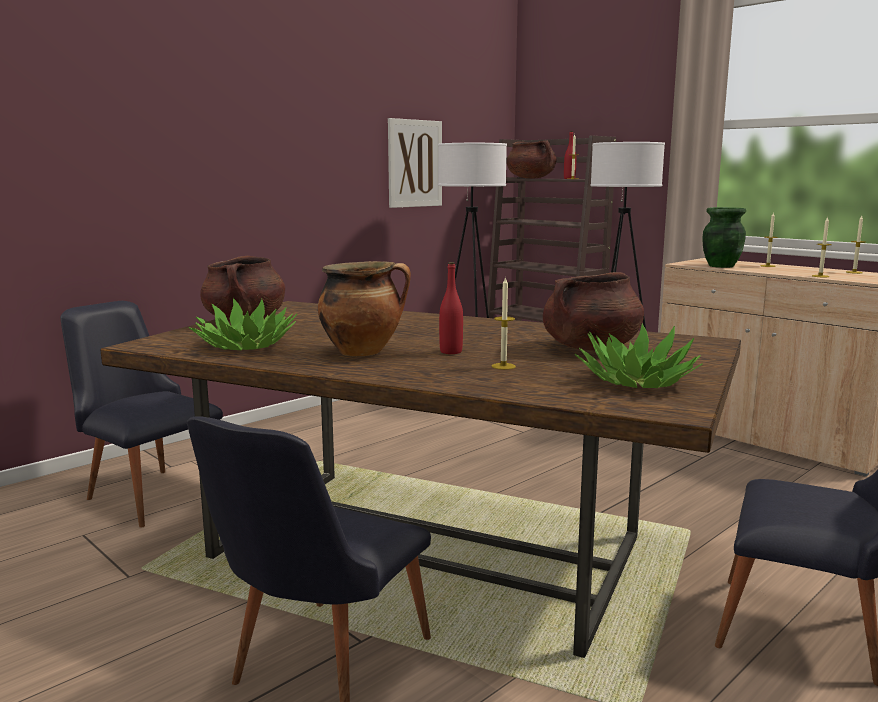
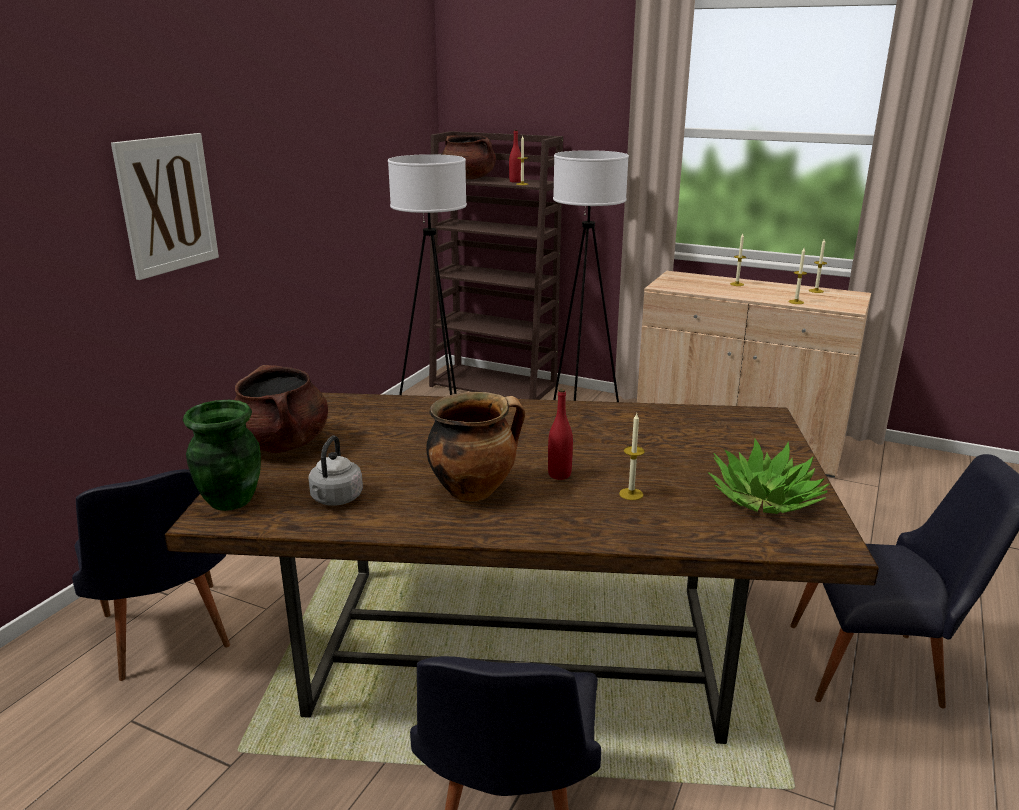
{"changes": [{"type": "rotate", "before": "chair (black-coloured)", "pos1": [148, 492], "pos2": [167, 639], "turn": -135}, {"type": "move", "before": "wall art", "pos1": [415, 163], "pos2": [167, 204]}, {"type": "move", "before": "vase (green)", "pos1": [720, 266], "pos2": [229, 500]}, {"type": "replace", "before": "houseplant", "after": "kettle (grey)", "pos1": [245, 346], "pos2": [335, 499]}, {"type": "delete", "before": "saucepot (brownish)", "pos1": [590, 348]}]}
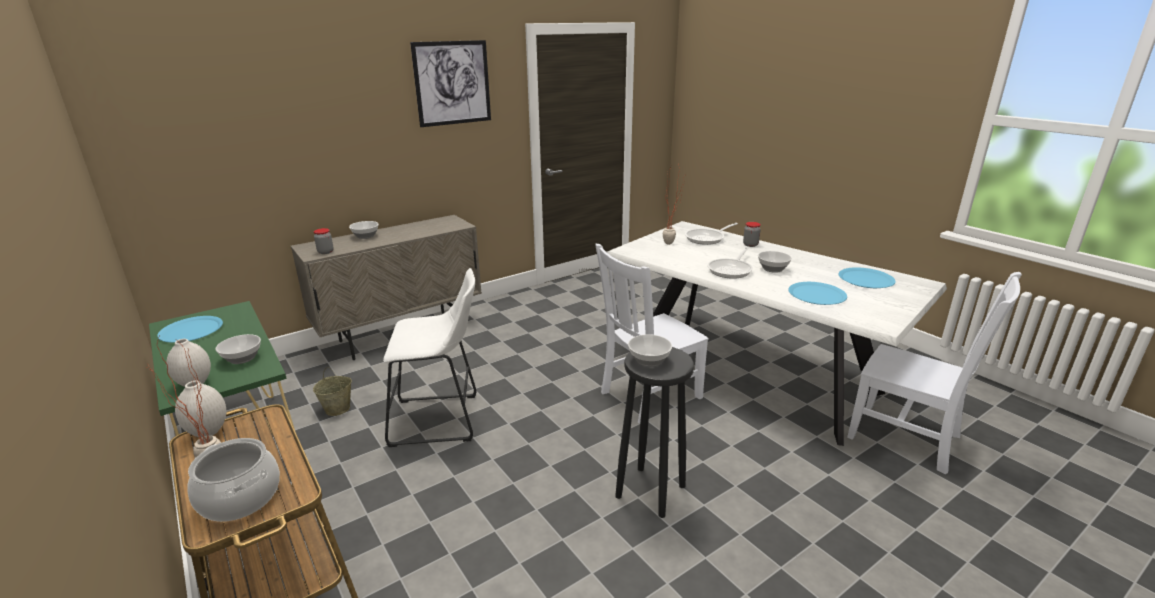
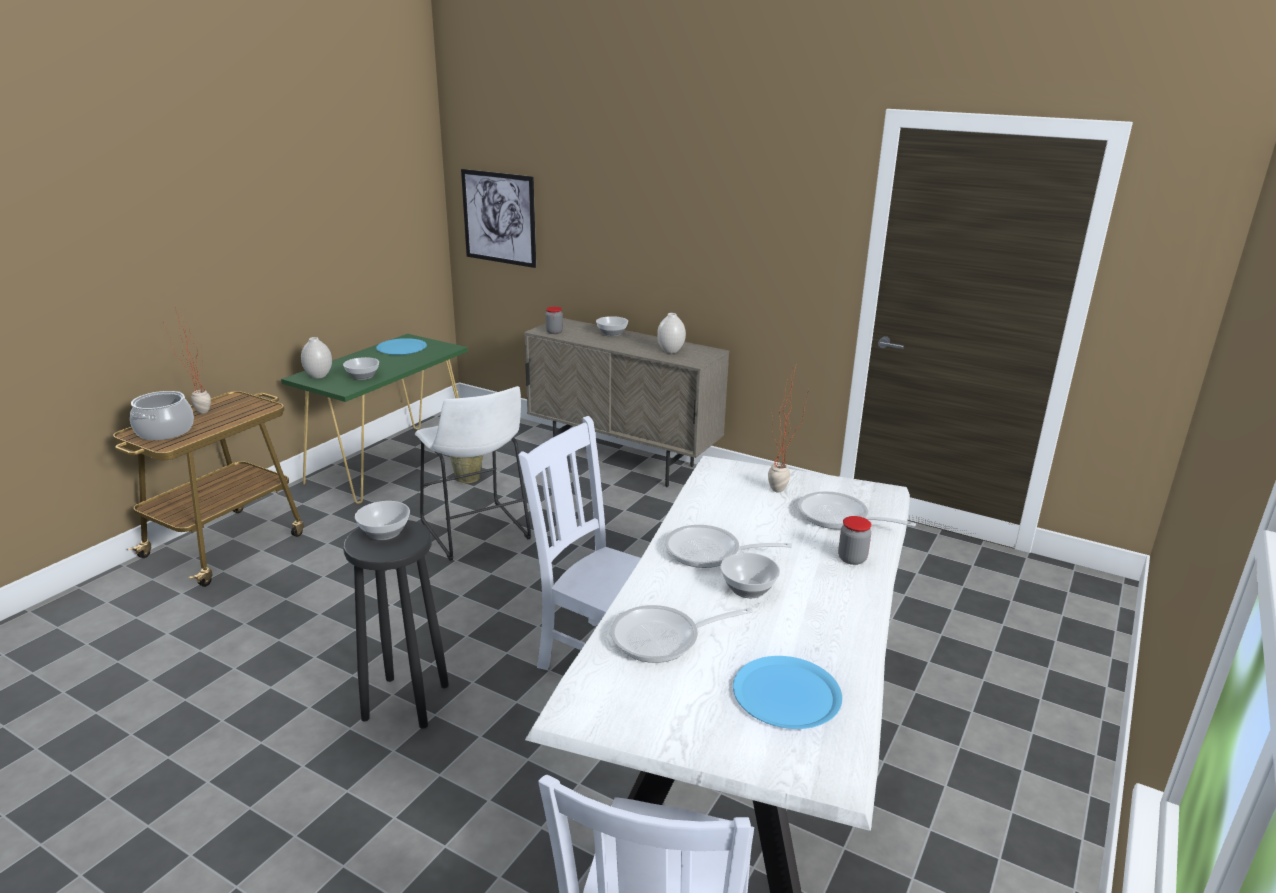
{"changes": [{"type": "move", "before": "wall art", "pos1": [452, 83], "pos2": [499, 218]}, {"type": "replace", "before": "plate (bluish)", "after": "frying pan", "pos1": [817, 294], "pos2": [663, 639]}, {"type": "move", "before": "vase (whitish)", "pos1": [208, 432], "pos2": [670, 351]}]}
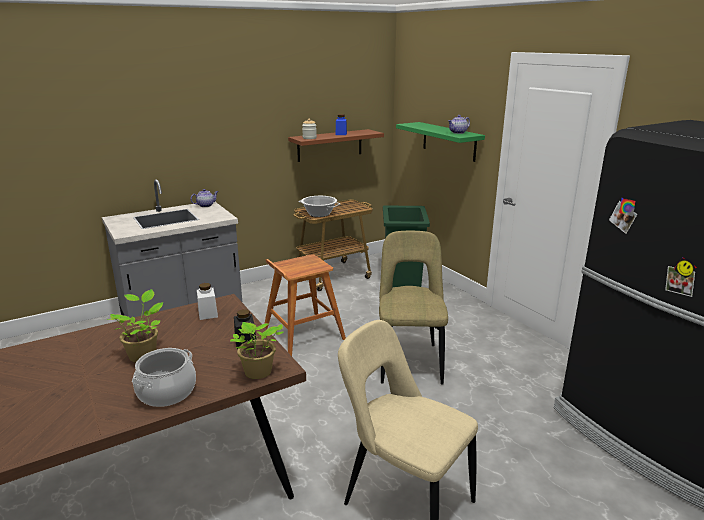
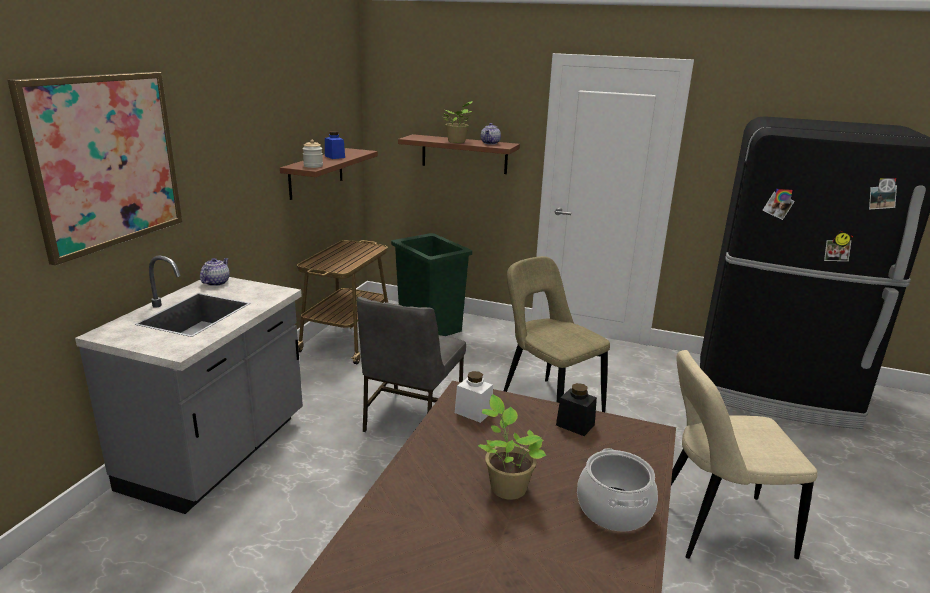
{"changes": [{"type": "insert", "after": "wall art", "pos2": [105, 161]}, {"type": "replace", "before": "sitting stool (brownish)", "after": "chair (grey)", "pos1": [302, 334], "pos2": [411, 418]}, {"type": "recolor", "before": "bracket shelf (green)", "after": "bracket shelf (brownish)", "pos1": [449, 141], "pos2": [464, 154]}, {"type": "move", "before": "houseplant", "pos1": [257, 373], "pos2": [457, 142]}, {"type": "delete", "before": "saucepot", "pos1": [319, 214]}]}
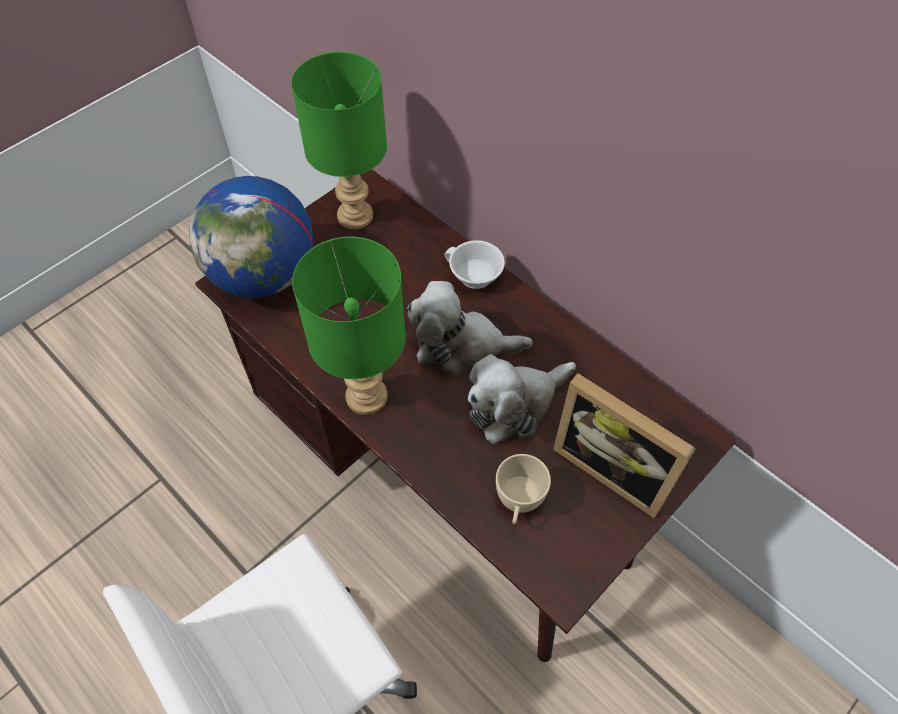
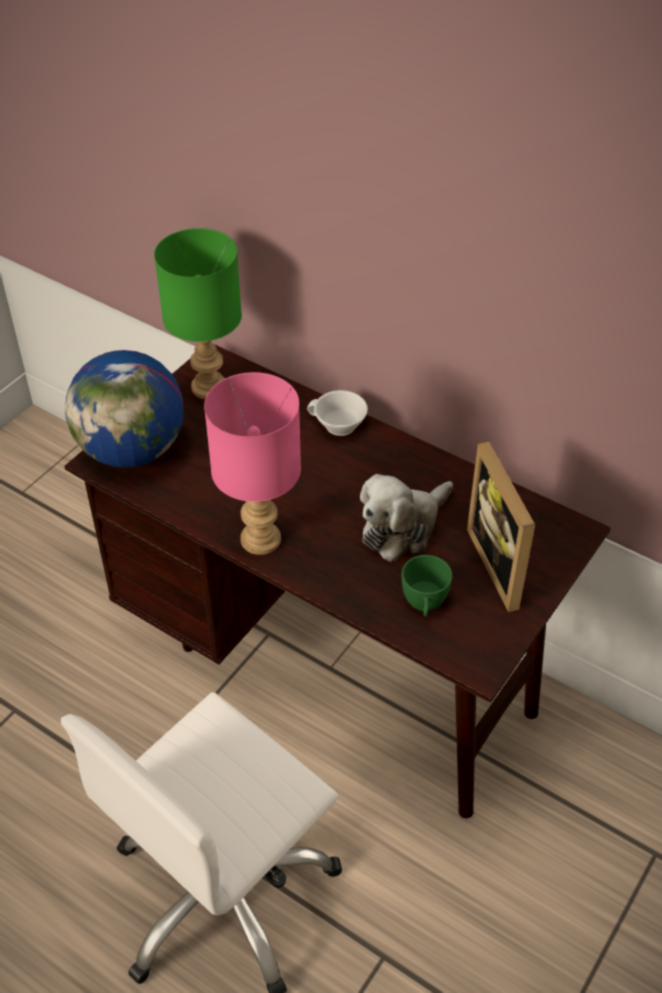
{"changes": [{"type": "recolor", "before": "table lamp (green)", "after": "table lamp (pink)", "pos1": [366, 398], "pos2": [261, 541]}, {"type": "recolor", "before": "drinking cup (beige-coloured)", "after": "drinking cup (green)", "pos1": [518, 503], "pos2": [424, 605]}, {"type": "rotate", "before": "standing frame", "pos1": [613, 468], "pos2": [504, 565], "turn": 45}, {"type": "delete", "before": "cuddly toy", "pos1": [461, 345]}]}
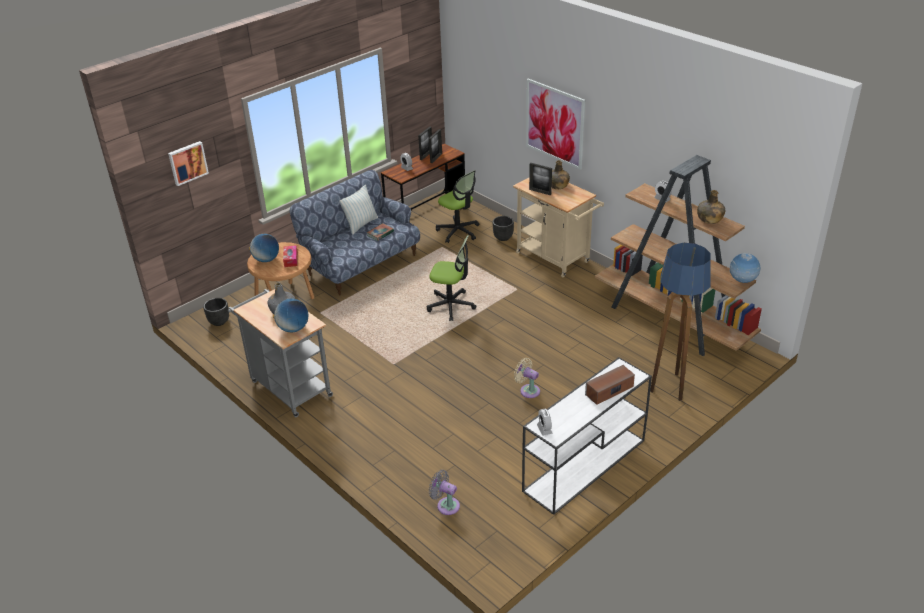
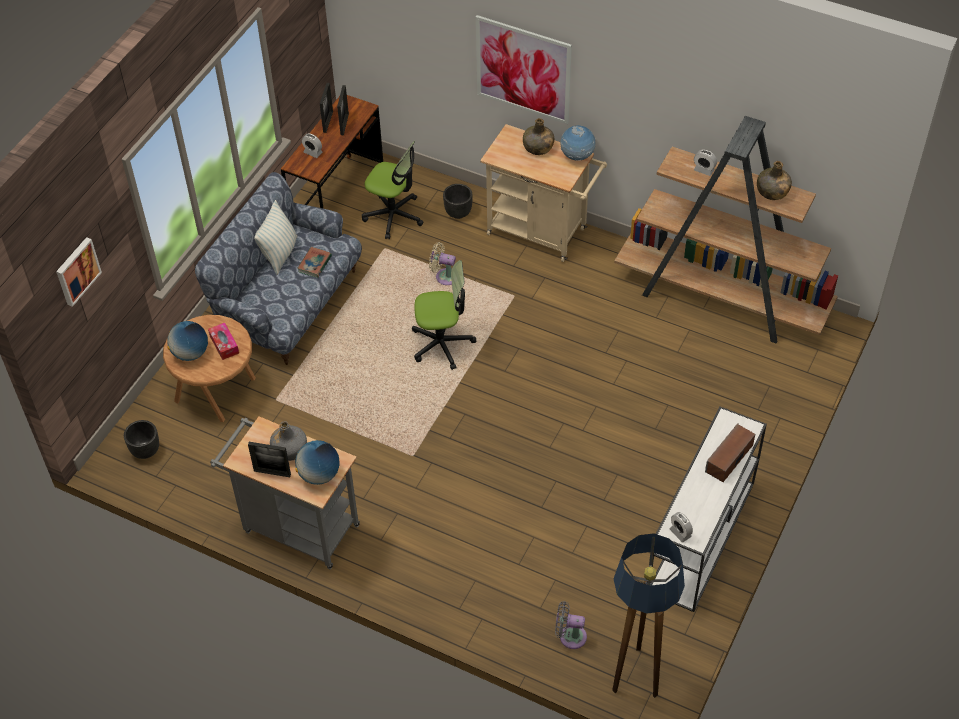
{"changes": [{"type": "move", "before": "standing frame", "pos1": [540, 192], "pos2": [272, 472]}, {"type": "move", "before": "cooling fan (beige-coloured)", "pos1": [528, 390], "pos2": [444, 276]}, {"type": "move", "before": "globe", "pos1": [742, 281], "pos2": [577, 157]}, {"type": "move", "before": "standing lamp", "pos1": [670, 386], "pos2": [636, 673]}]}
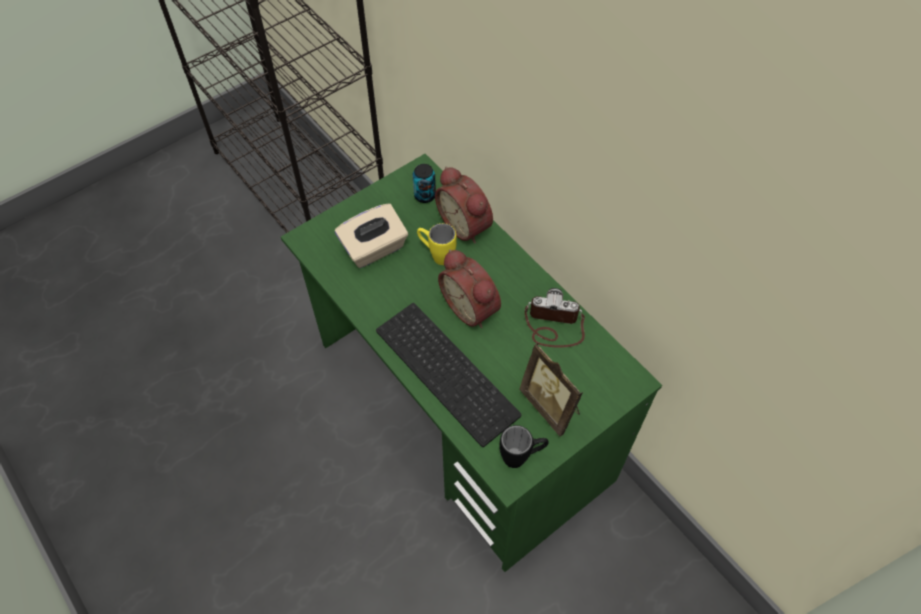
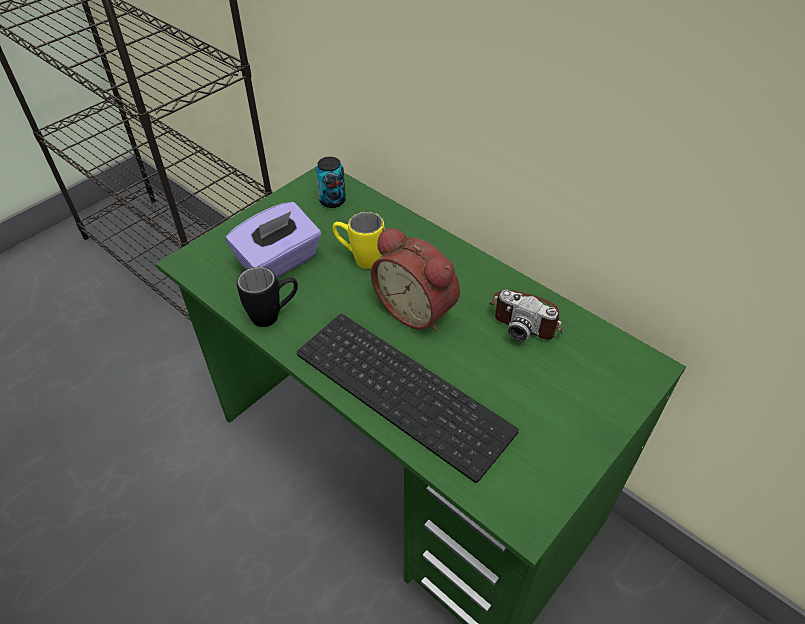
{"changes": [{"type": "recolor", "before": "box of tissues (beige-coloured)", "after": "box of tissues (purplish)", "pos1": [374, 249], "pos2": [279, 262]}, {"type": "move", "before": "tea mug (black-coloured)", "pos1": [522, 457], "pos2": [274, 315]}, {"type": "rotate", "before": "photo camera", "pos1": [553, 326], "pos2": [526, 317], "turn": -150}, {"type": "delete", "before": "bedside clock", "pos1": [466, 224]}, {"type": "delete", "before": "standing frame", "pos1": [551, 405]}]}
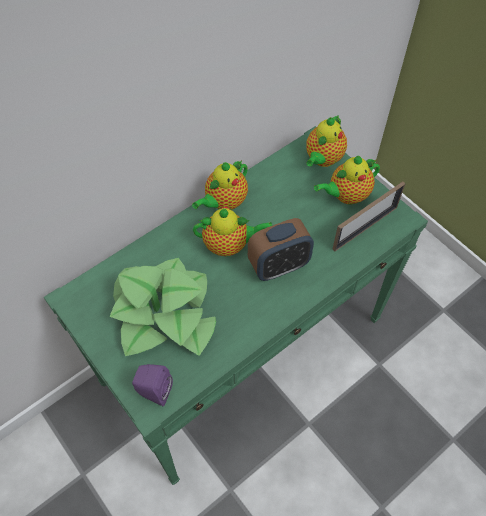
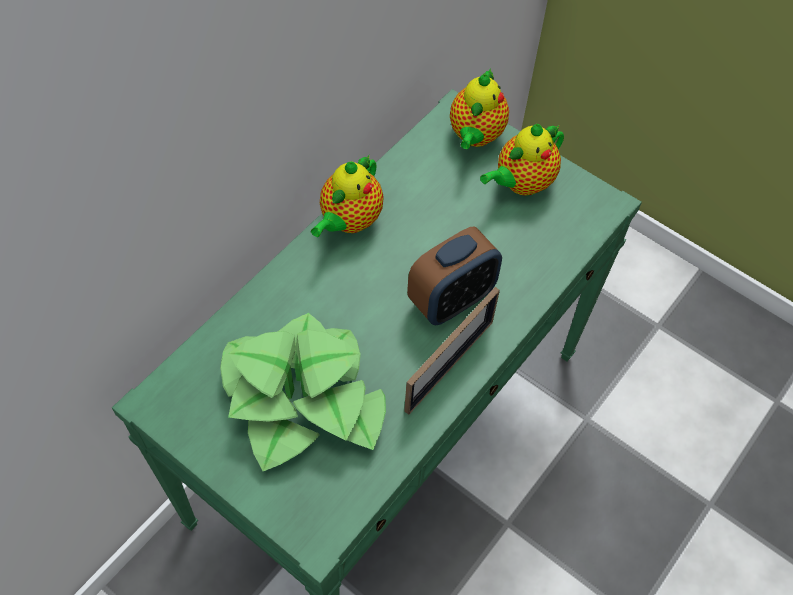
{"changes": [{"type": "move", "before": "standing frame", "pos1": [365, 228], "pos2": [449, 365]}, {"type": "delete", "before": "audio speaker (purplish)", "pos1": [153, 391]}, {"type": "delete", "before": "pot for tea", "pos1": [229, 245]}]}
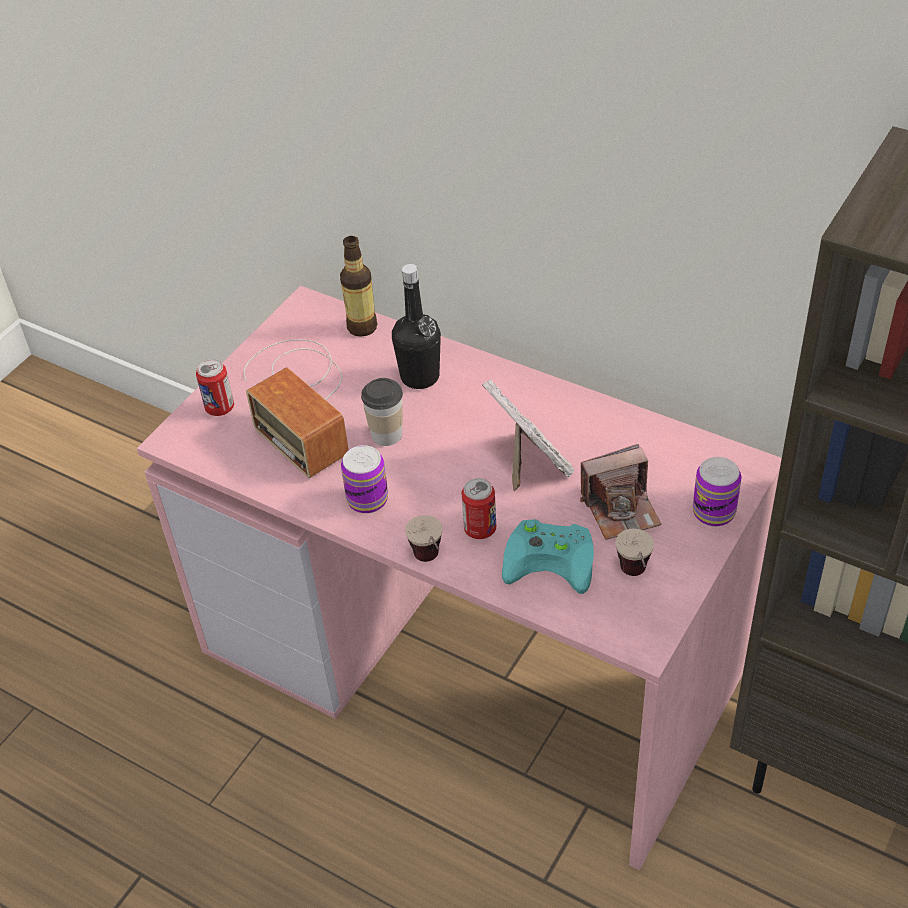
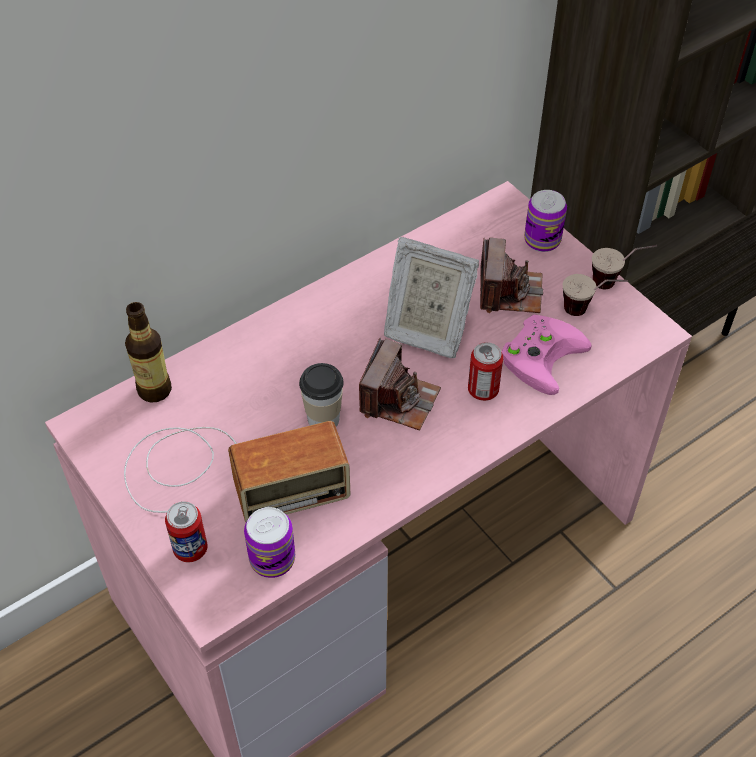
{"changes": [{"type": "move", "before": "can", "pos1": [367, 499], "pos2": [272, 559]}, {"type": "insert", "after": "photo camera", "pos2": [398, 400]}, {"type": "rotate", "before": "standing frame", "pos1": [530, 465], "pos2": [426, 330], "turn": -150}, {"type": "recolor", "before": "joypad (turquoise-coloured)", "after": "joypad (pink)", "pos1": [553, 558], "pos2": [541, 354]}, {"type": "move", "before": "drinking cup", "pos1": [431, 563], "pos2": [617, 282]}, {"type": "delete", "before": "beverage bottle (black-coloured)", "pos1": [420, 377]}]}
